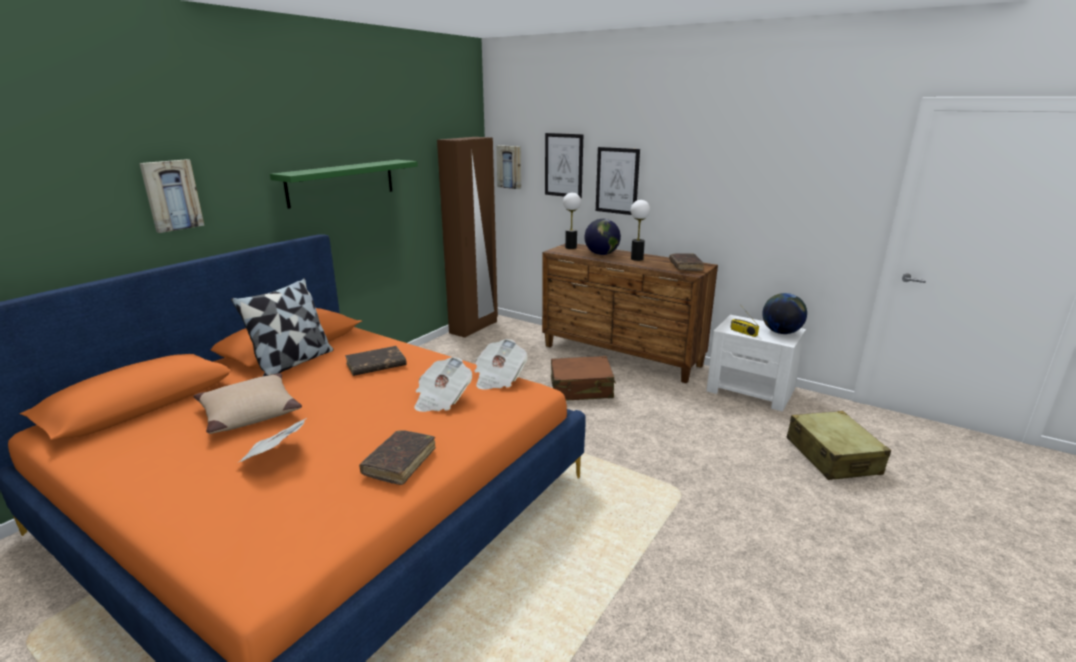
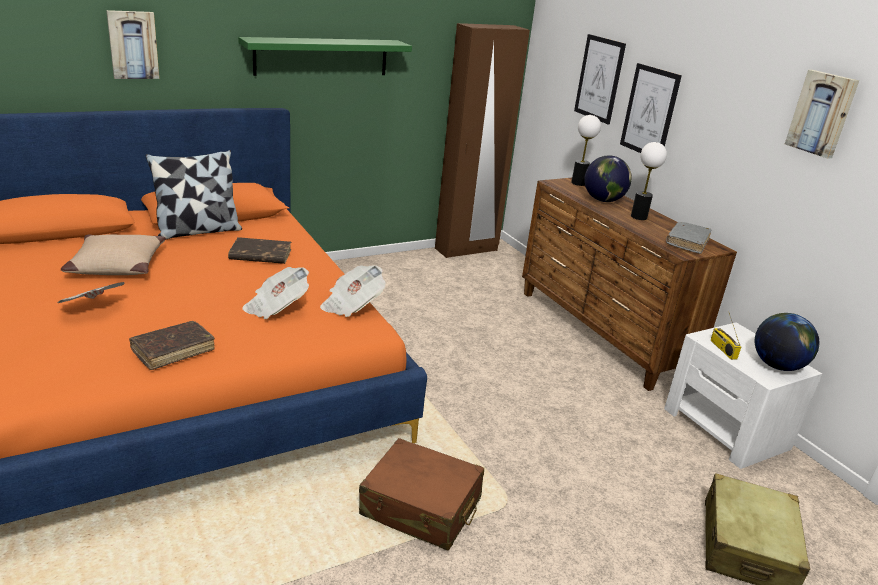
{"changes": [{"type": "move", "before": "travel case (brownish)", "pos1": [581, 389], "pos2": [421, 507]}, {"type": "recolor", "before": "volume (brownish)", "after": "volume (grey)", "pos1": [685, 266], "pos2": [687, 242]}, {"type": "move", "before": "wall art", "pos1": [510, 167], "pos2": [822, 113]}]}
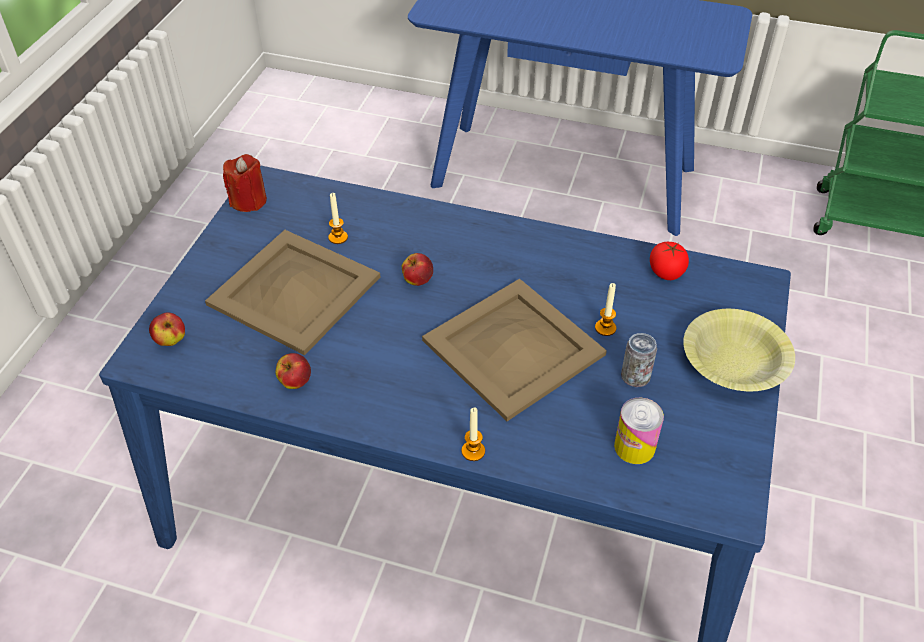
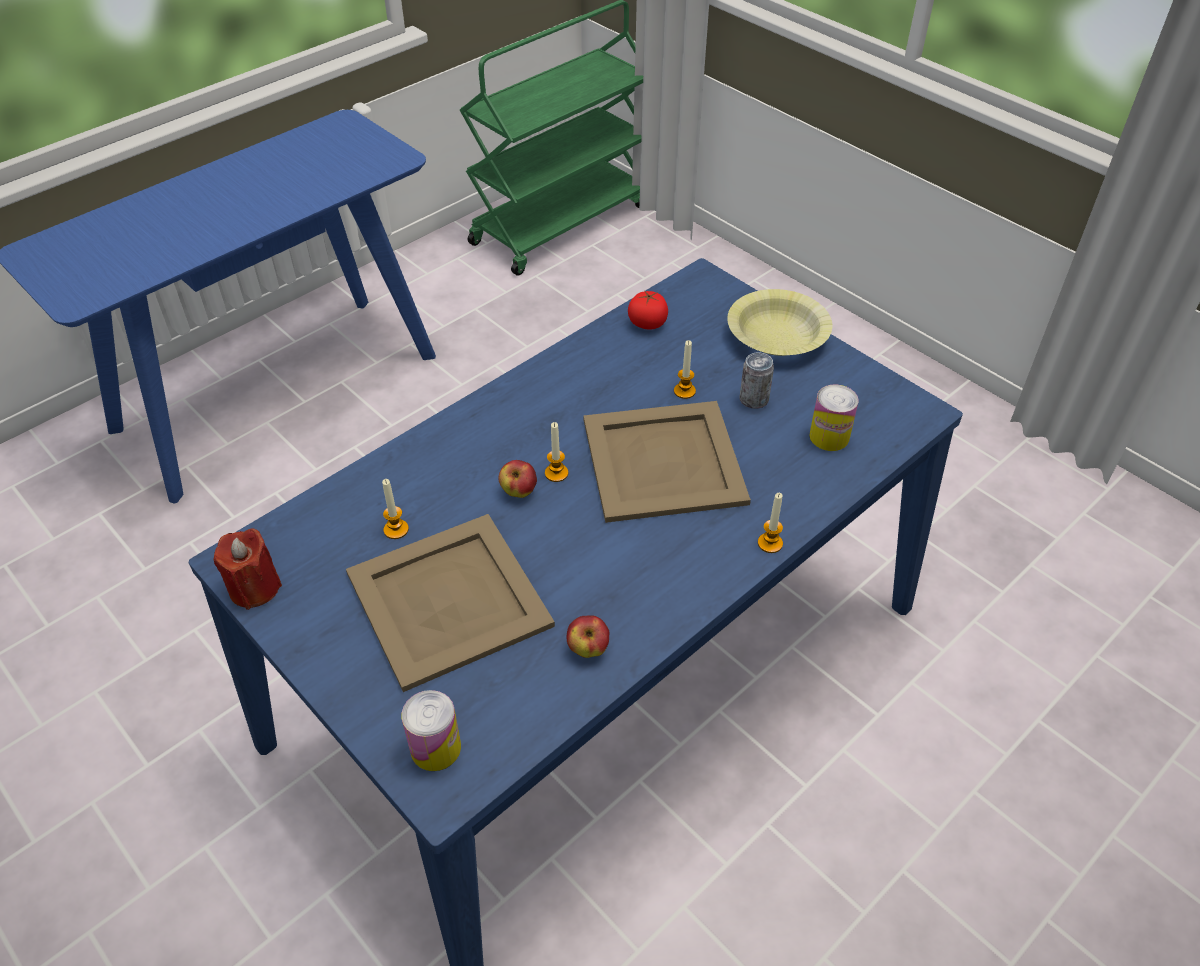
{"changes": [{"type": "replace", "before": "whole apple", "after": "can", "pos1": [171, 341], "pos2": [435, 748]}, {"type": "insert", "after": "wax light", "pos2": [556, 473]}]}
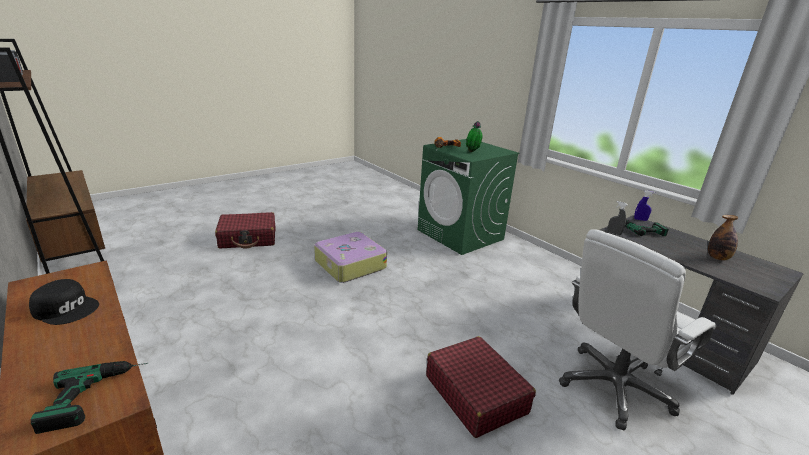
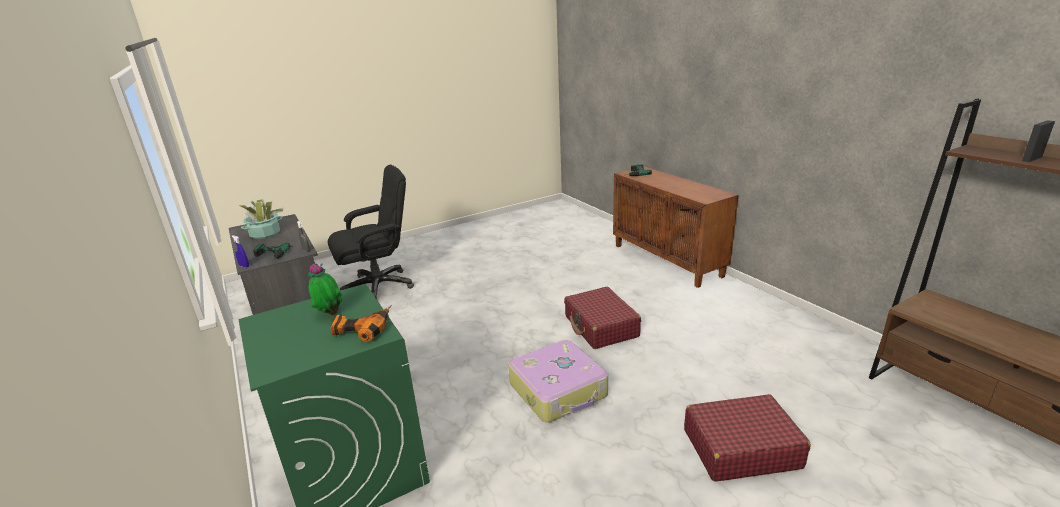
{"changes": [{"type": "replace", "before": "beverage bottle", "after": "houseplant", "pos1": [717, 258], "pos2": [265, 234]}, {"type": "recolor", "before": "desk chair (whitish)", "after": "desk chair (black-coloured)", "pos1": [614, 387], "pos2": [379, 286]}, {"type": "move", "before": "travel case (reddish)", "pos1": [475, 394], "pos2": [601, 327]}, {"type": "delete", "before": "cap (black-coloured)", "pos1": [66, 308]}]}
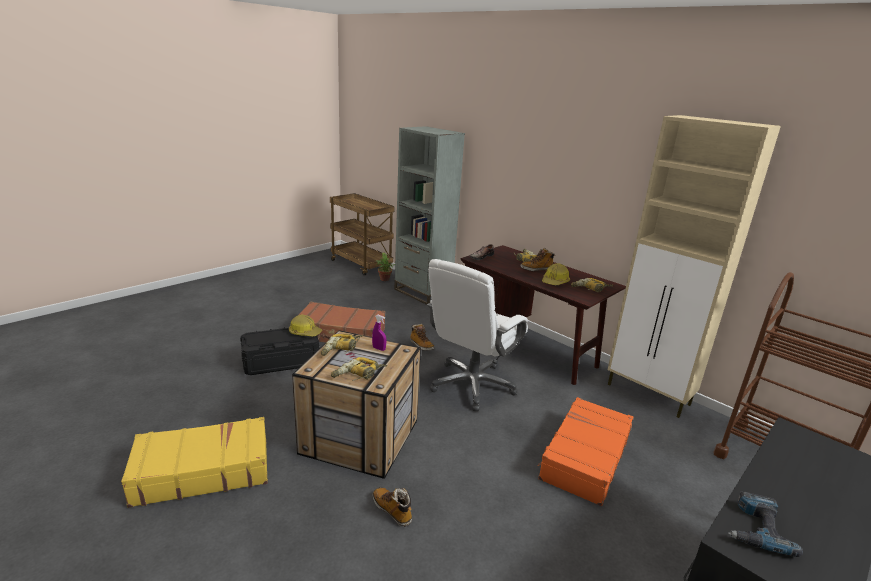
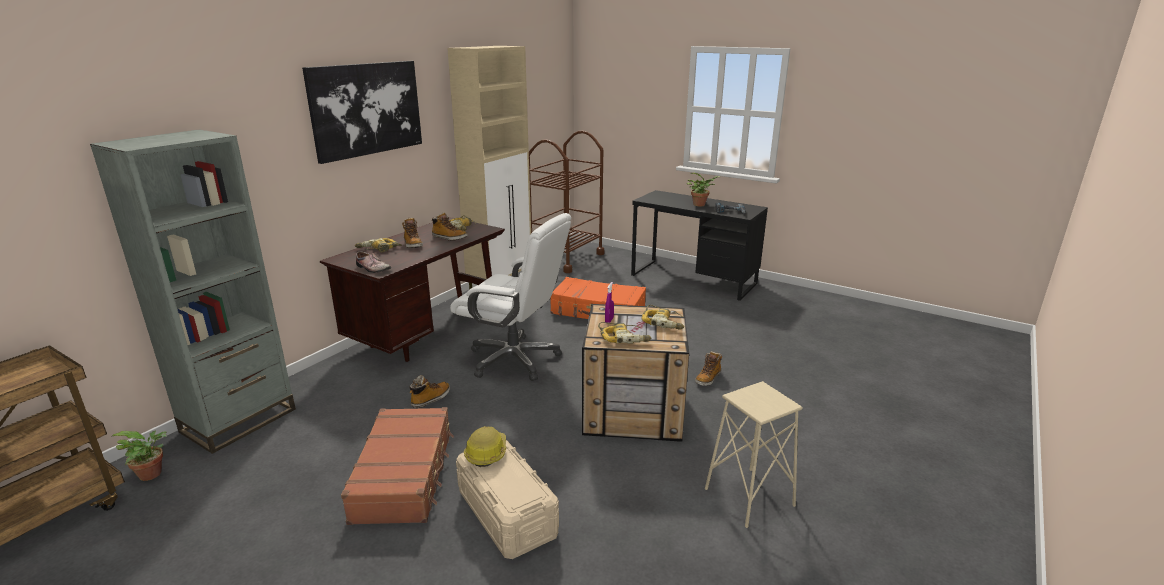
{"changes": [{"type": "insert", "after": "wall art", "pos2": [366, 109]}, {"type": "replace", "before": "hard hat", "after": "tall boot", "pos1": [555, 282], "pos2": [449, 238]}, {"type": "recolor", "before": "storage bin (black-coloured)", "after": "storage bin (beige-coloured)", "pos1": [281, 362], "pos2": [506, 514]}, {"type": "insert", "after": "houseplant", "pos2": [700, 204]}, {"type": "replace", "before": "travel case (yellowish)", "after": "sitting stool (beige-coloured)", "pos1": [202, 471], "pos2": [749, 497]}]}
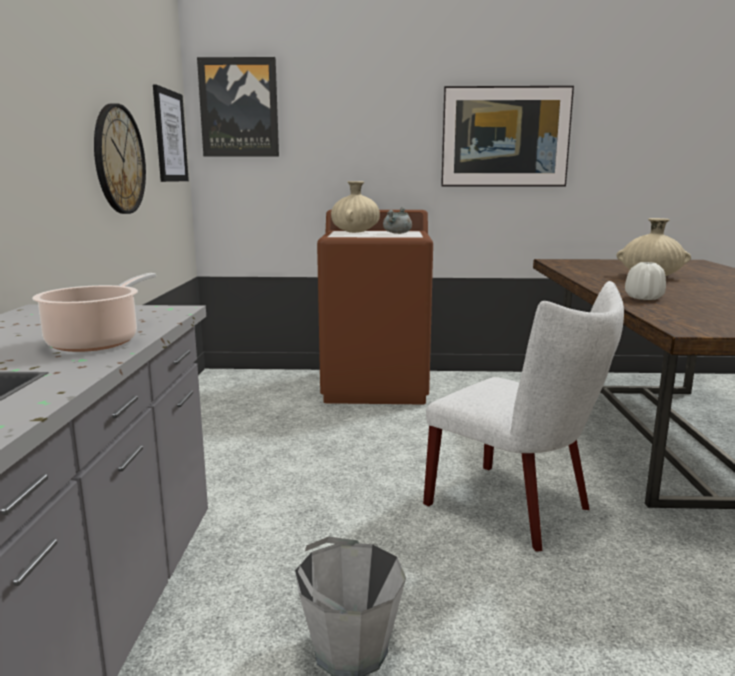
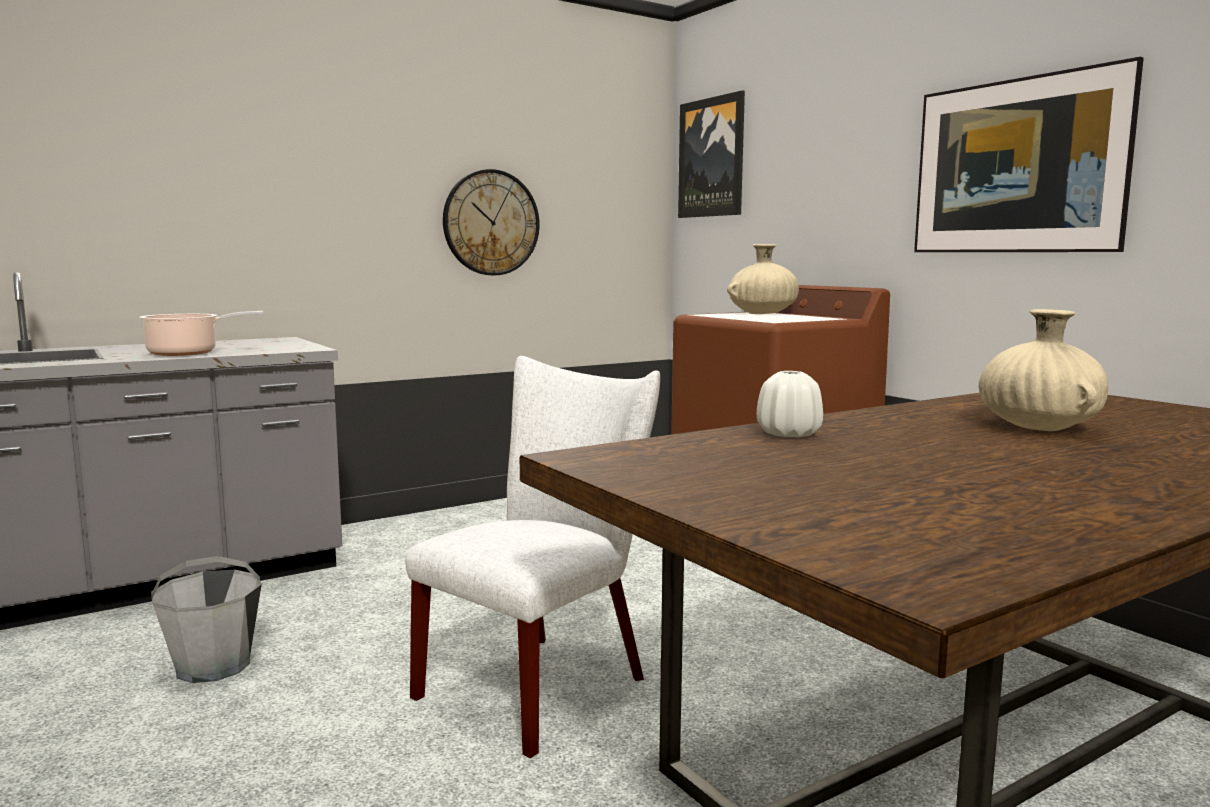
{"changes": [{"type": "rotate", "before": "chair (whitish)", "pos1": [517, 508], "pos2": [543, 683], "turn": -150}, {"type": "delete", "before": "wall art", "pos1": [170, 136]}, {"type": "delete", "before": "saucepot (grey)", "pos1": [397, 233]}]}
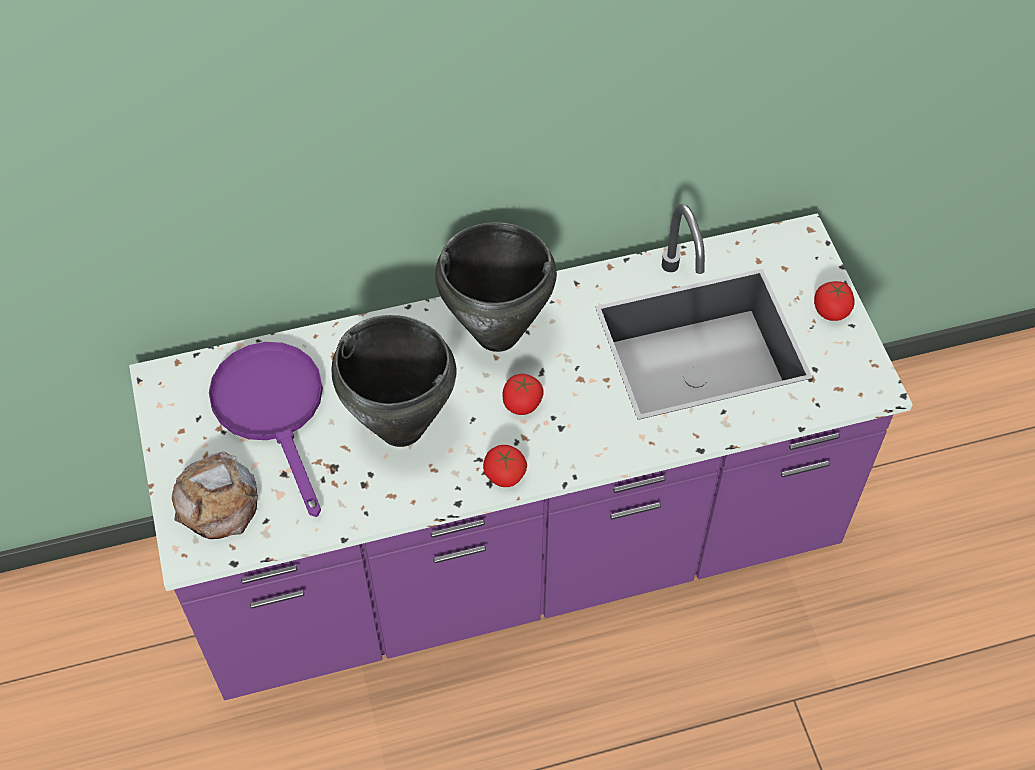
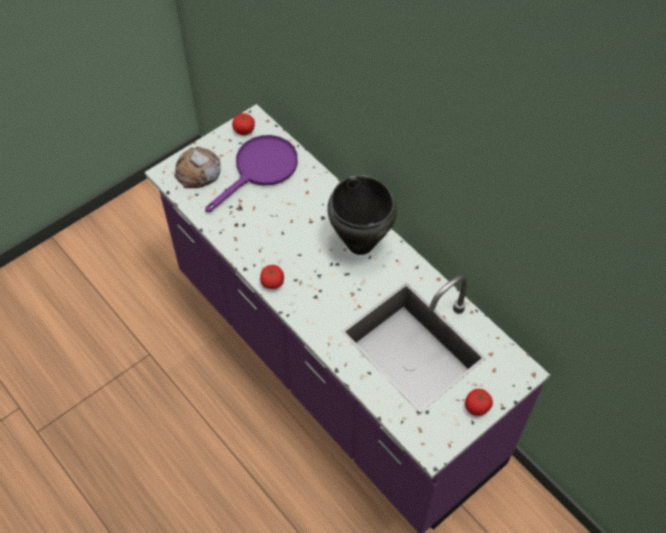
{"changes": [{"type": "move", "before": "tomato", "pos1": [522, 403], "pos2": [244, 130]}, {"type": "delete", "before": "saucepot (black-coloured)", "pos1": [401, 428]}]}
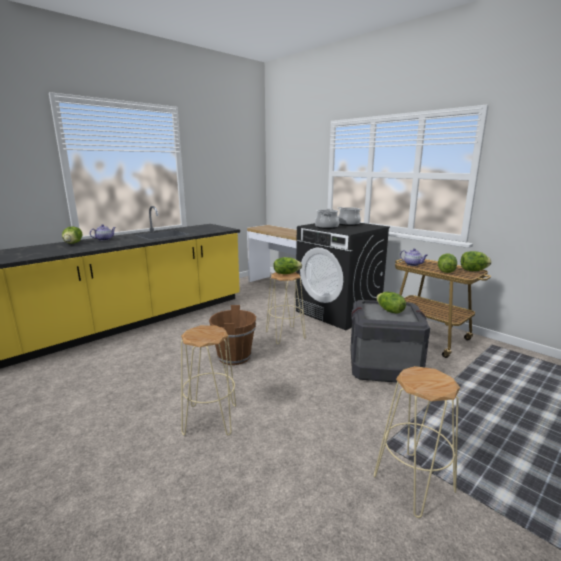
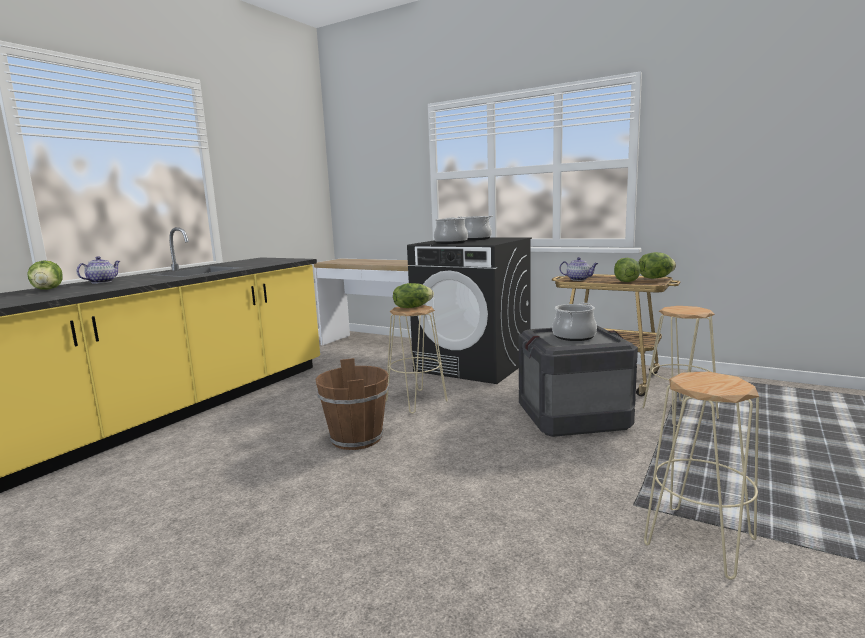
{"changes": [{"type": "replace", "before": "lettuce head", "after": "saucepot", "pos1": [389, 311], "pos2": [574, 336]}, {"type": "move", "before": "sitting stool (beige-coloured)", "pos1": [211, 419], "pos2": [679, 413]}]}
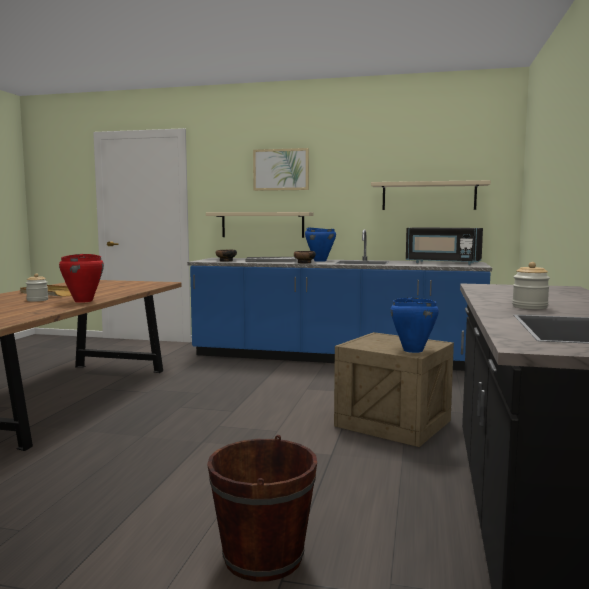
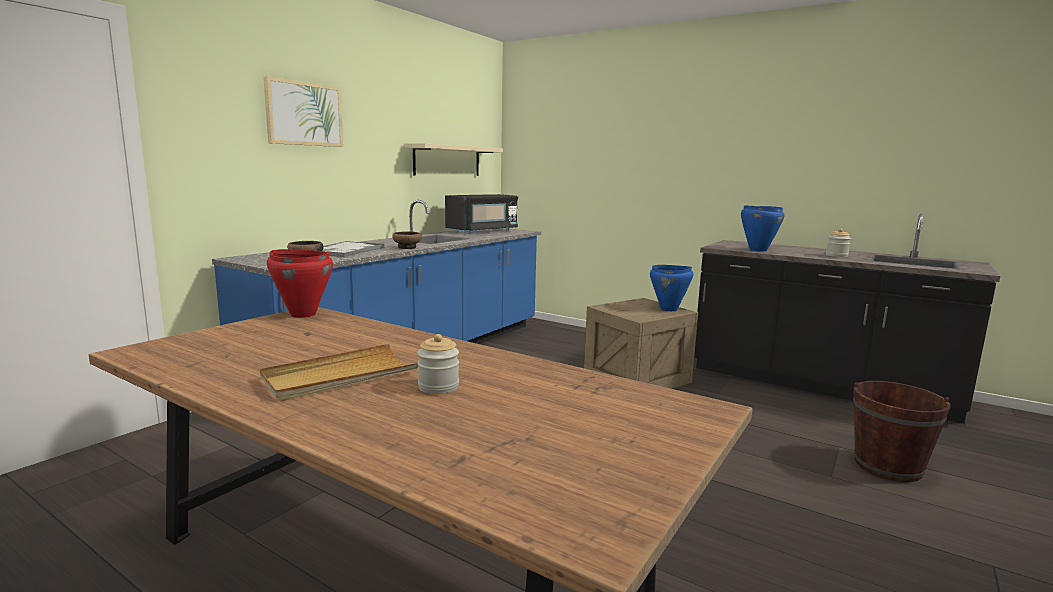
{"changes": [{"type": "move", "before": "saucepot (reddish)", "pos1": [84, 301], "pos2": [303, 314]}, {"type": "move", "before": "saucepot (bluish)", "pos1": [320, 261], "pos2": [757, 250]}, {"type": "delete", "before": "bracket shelf (beige-coloured)", "pos1": [262, 225]}]}
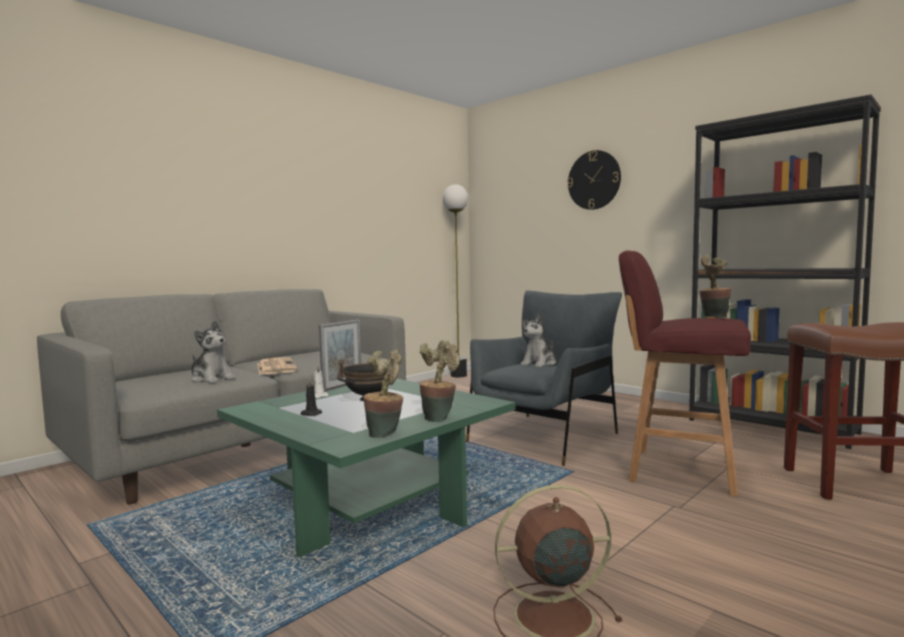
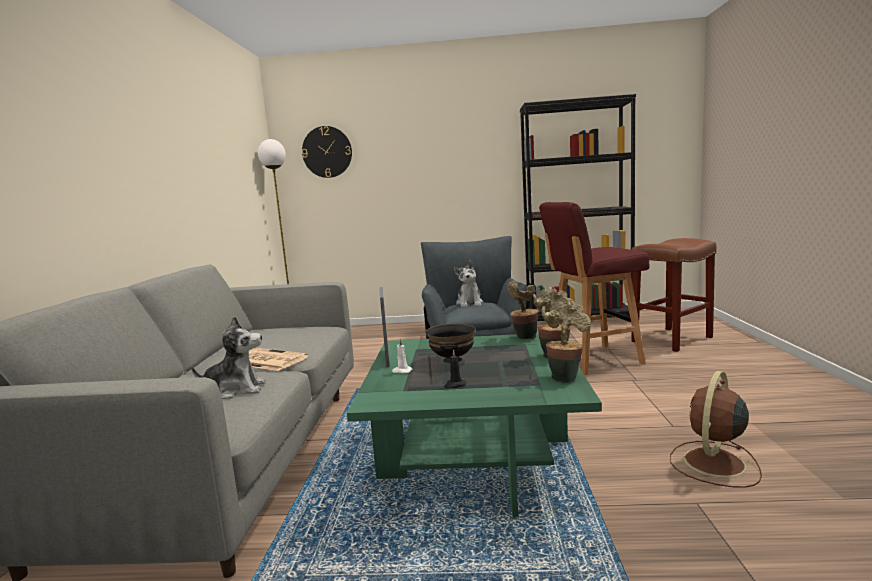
{"changes": [{"type": "move", "before": "hanging clock", "pos1": [594, 180], "pos2": [327, 152]}, {"type": "move", "before": "houseplant", "pos1": [712, 317], "pos2": [523, 338]}]}
